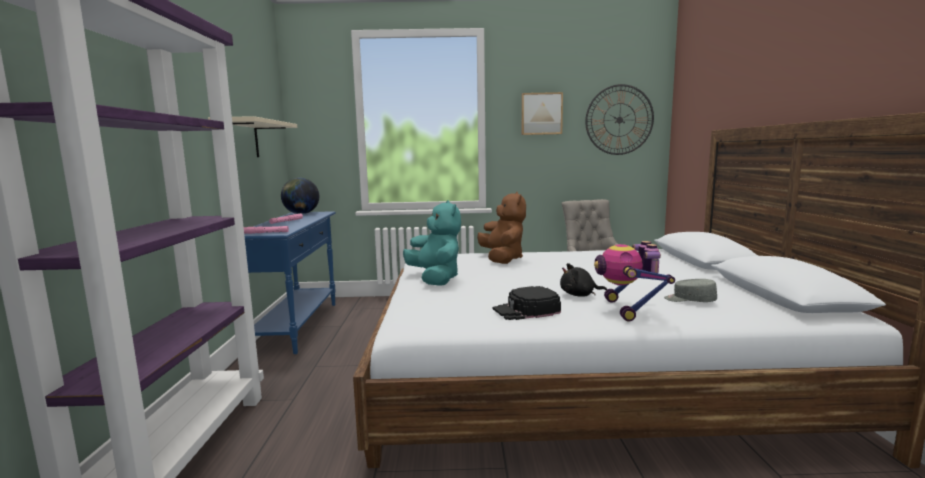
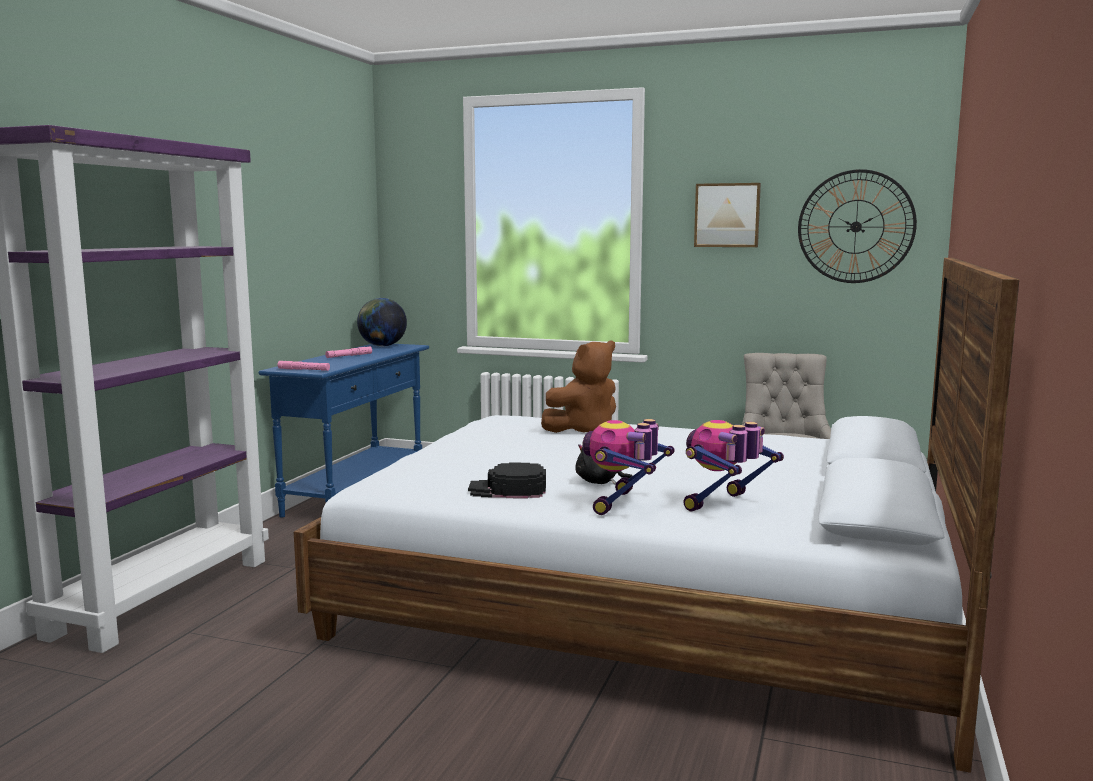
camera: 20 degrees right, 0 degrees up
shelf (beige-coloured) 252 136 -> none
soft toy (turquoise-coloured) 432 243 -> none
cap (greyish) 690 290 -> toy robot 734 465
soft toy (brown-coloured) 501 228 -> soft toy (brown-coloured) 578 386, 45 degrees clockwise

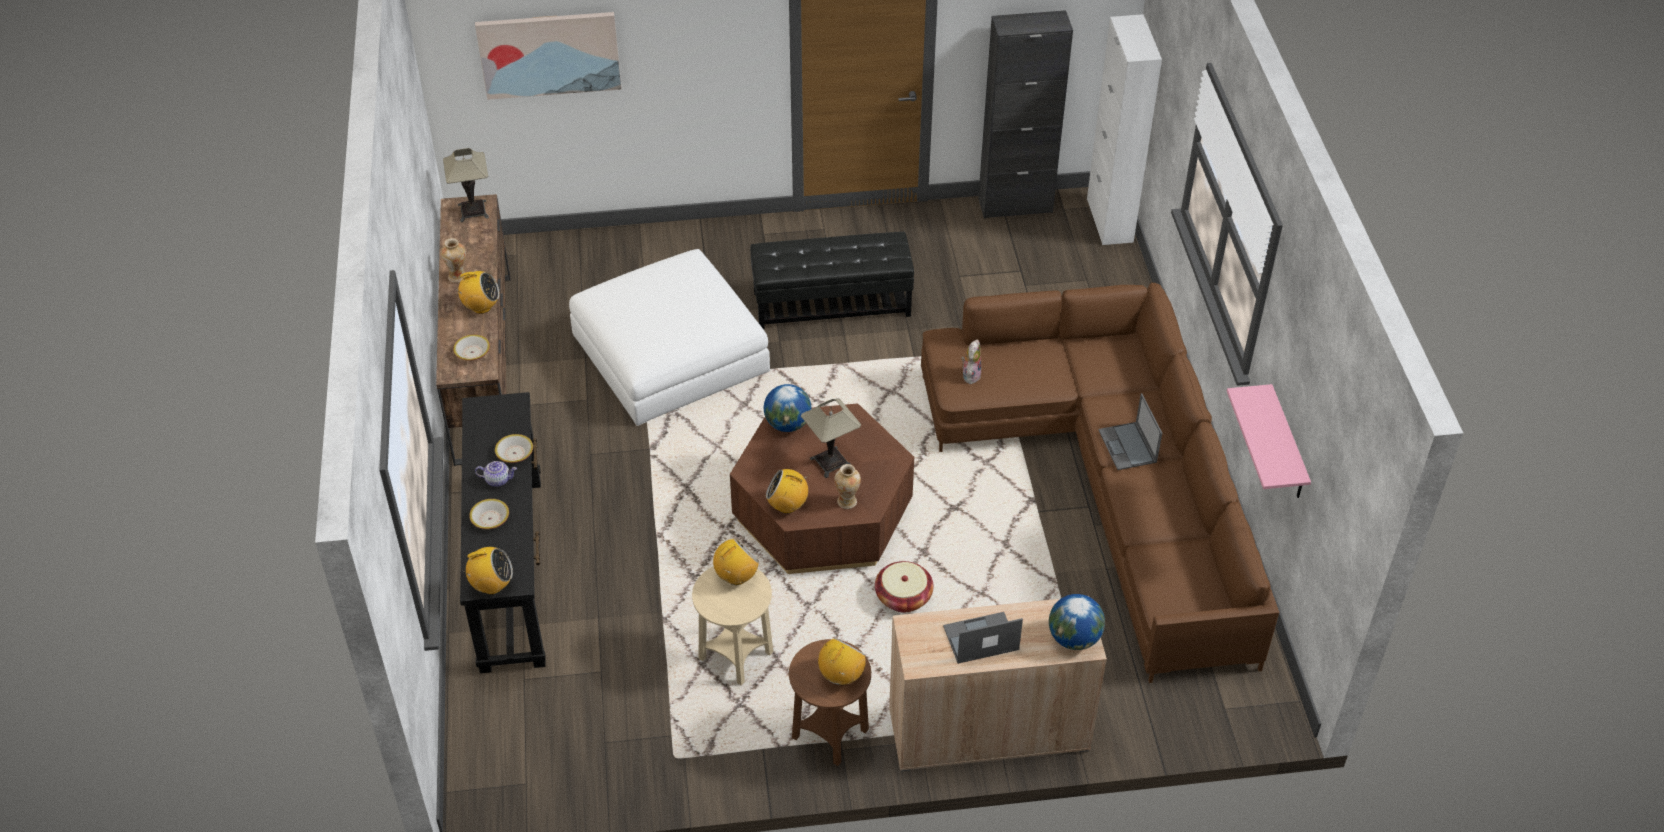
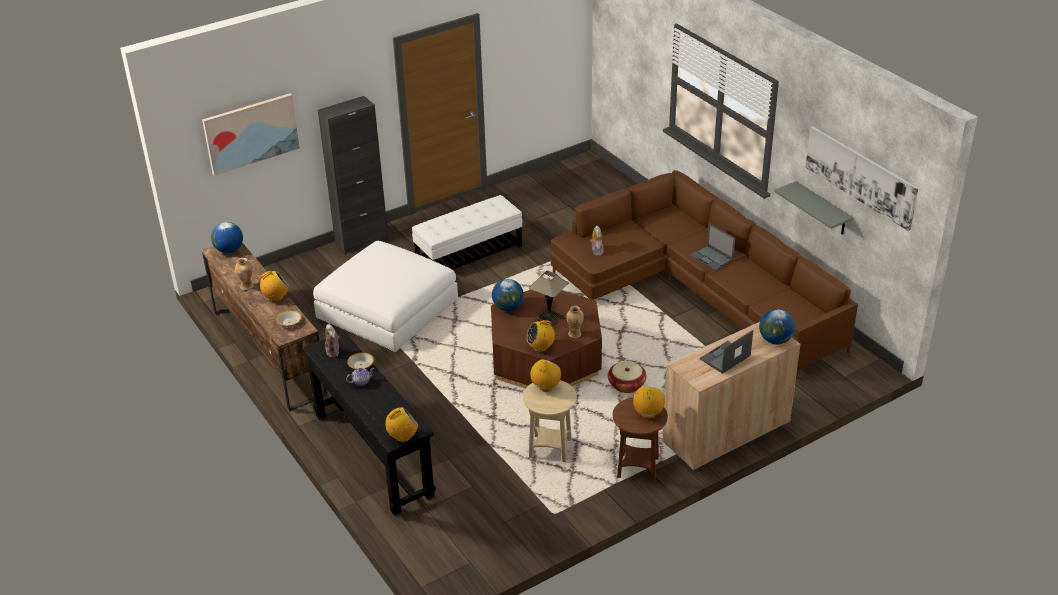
camera: 25 degrees left, 10 degrees down
deep dish 489 514 -> none
storage cabinet (white-coloured) 1124 129 -> none
none -> soft toy 332 340
none -> picture 861 178
storage cabinet (black) 1025 114 -> storage cabinet (black) 353 175, relocated
lamp for a table 466 185 -> desk globe 227 237
ottoman (black) 832 280 -> ottoman (white-coloured) 467 232
shelf (pinkish) 1269 441 -> shelf (greyish) 813 208

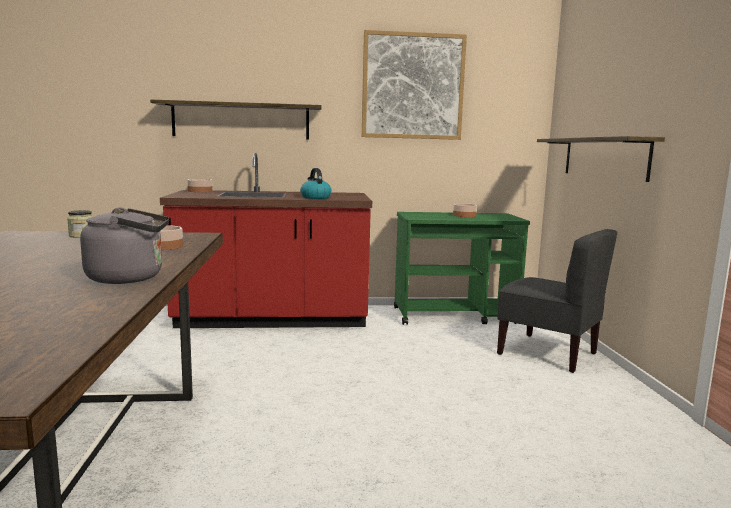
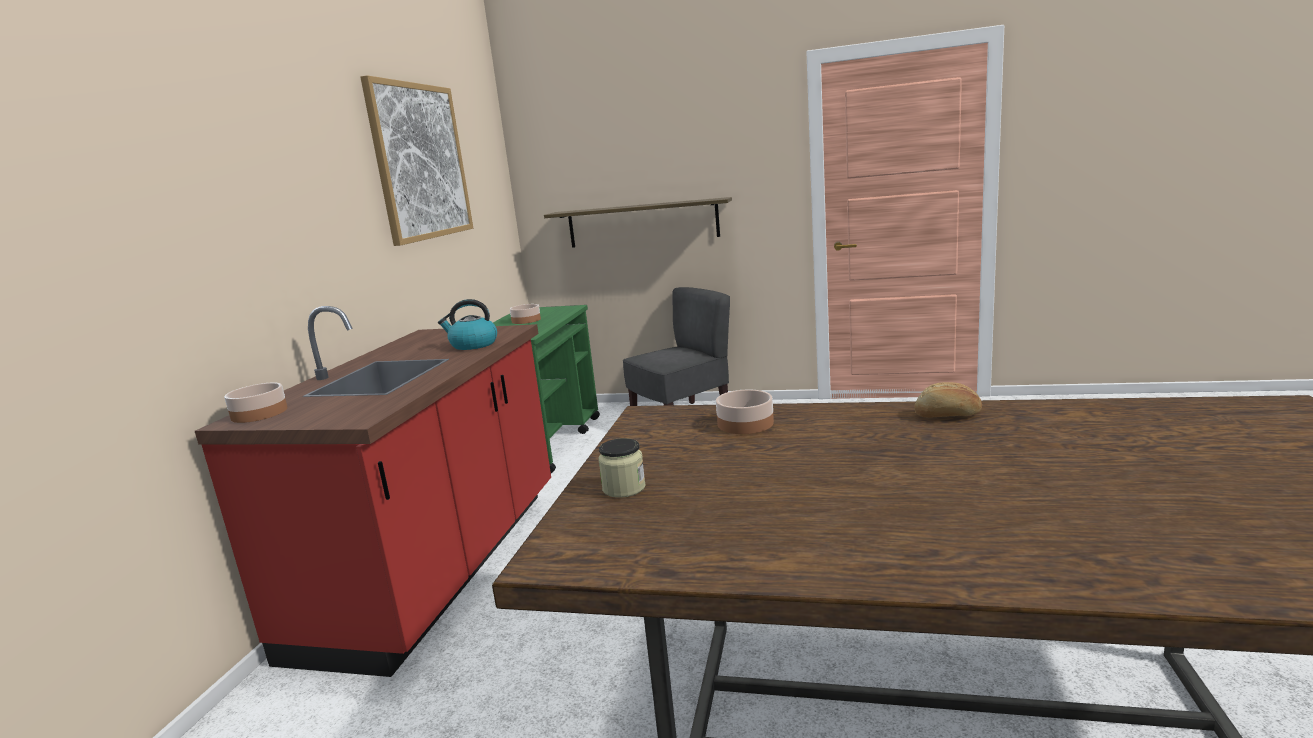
camera: 70 degrees left, 5 degrees up
shelf 236 119 -> none
kettle (greyish) 124 245 -> baked bread 948 400

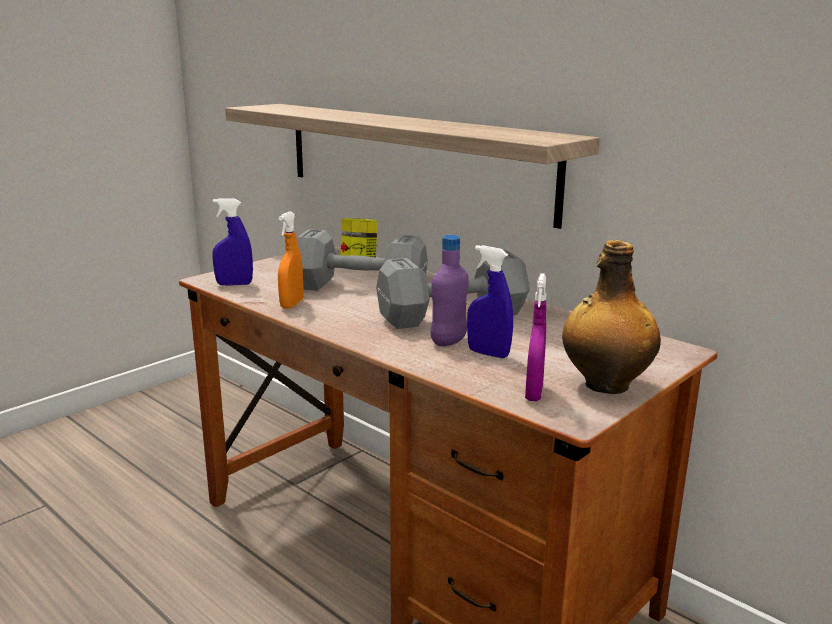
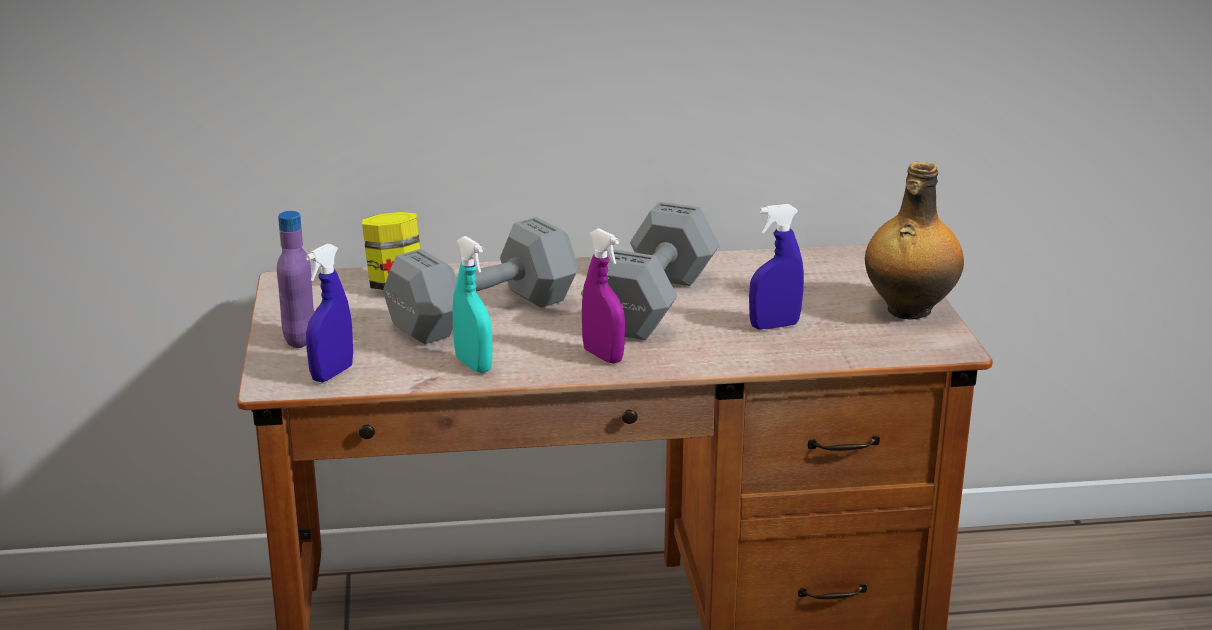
camera: 50 degrees left, 5 degrees up
shelf 412 166 -> none
beverage bottle (purple) 449 290 -> beverage bottle (purple) 295 279, relocated
sprayer (purple) 536 337 -> sprayer (purple) 603 296, relocated
sprayer (orangey) 291 260 -> sprayer (turquoise-coloured) 473 304

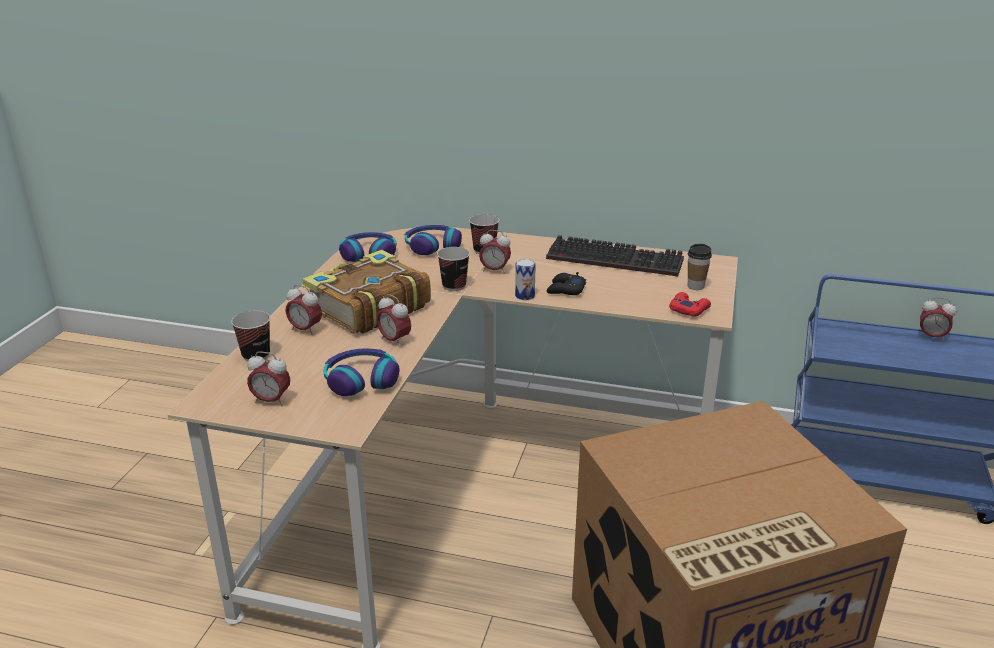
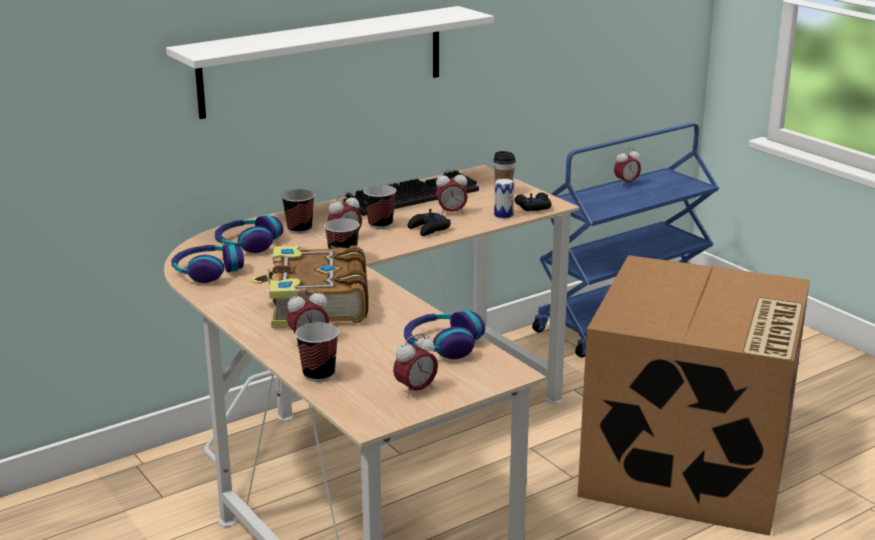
camera: 50 degrees left, 5 degrees down
none -> shelf (white-coloured) 330 62
none -> cup 379 207
alarm clock 393 320 -> alarm clock 452 192, relocated
sealed can 525 279 -> sealed can 504 198, relocated
joypad (red) 690 304 -> joypad (black) 533 202

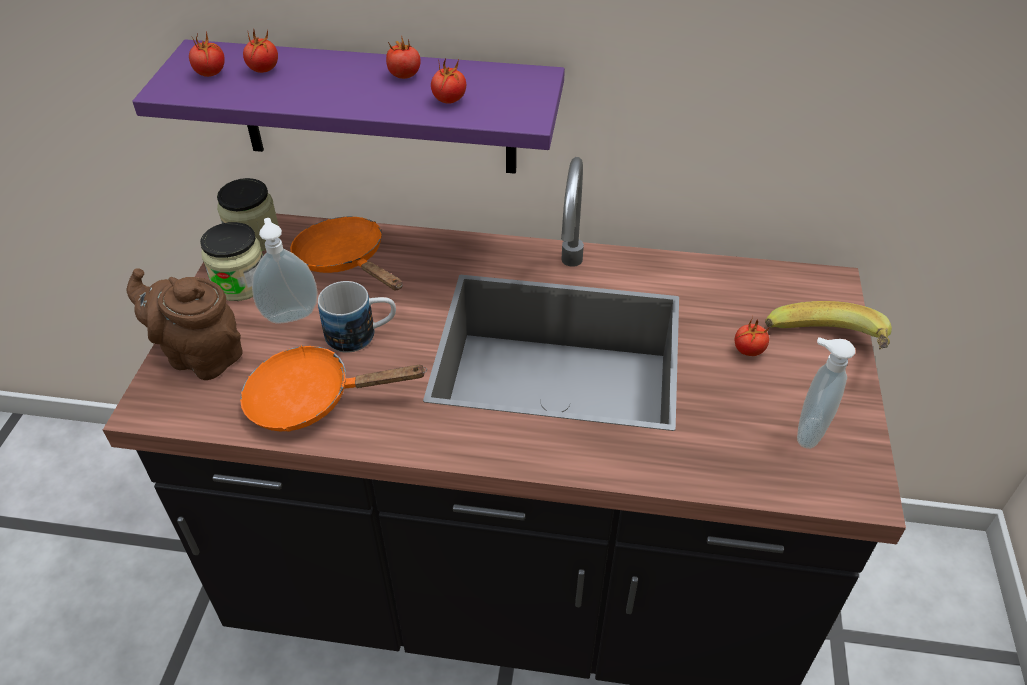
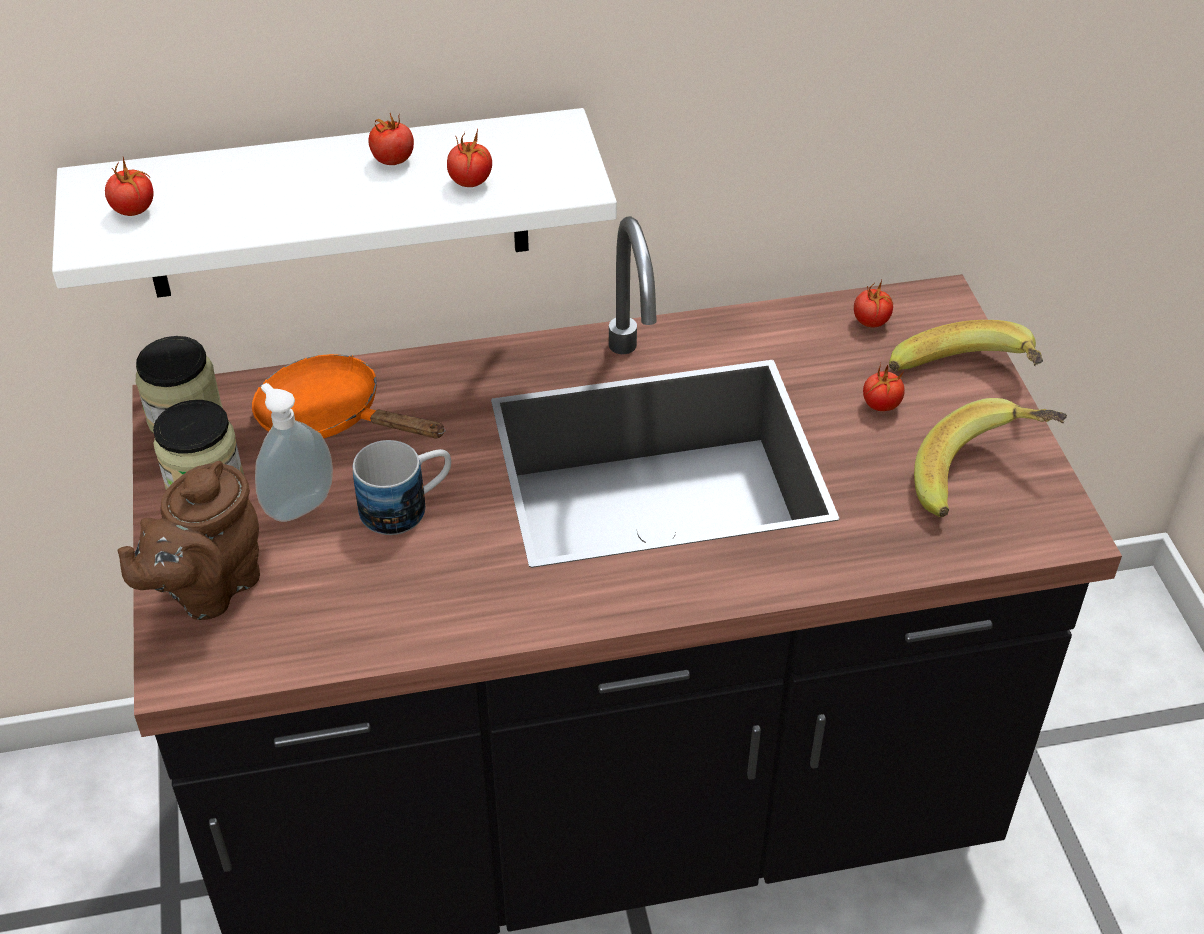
camera: 20 degrees left, 0 degrees up
pan (orangey) 333 388 -> none
whole tomato 260 51 -> whole tomato 873 303, relocated
liquid soap bottle 826 393 -> whole banana 990 457
shelf (purple) 348 106 -> shelf (white-coloured) 334 203
tea pot (brown-coloured) 184 324 -> tea pot (brown-coloured) 189 540, 60 degrees counterclockwise

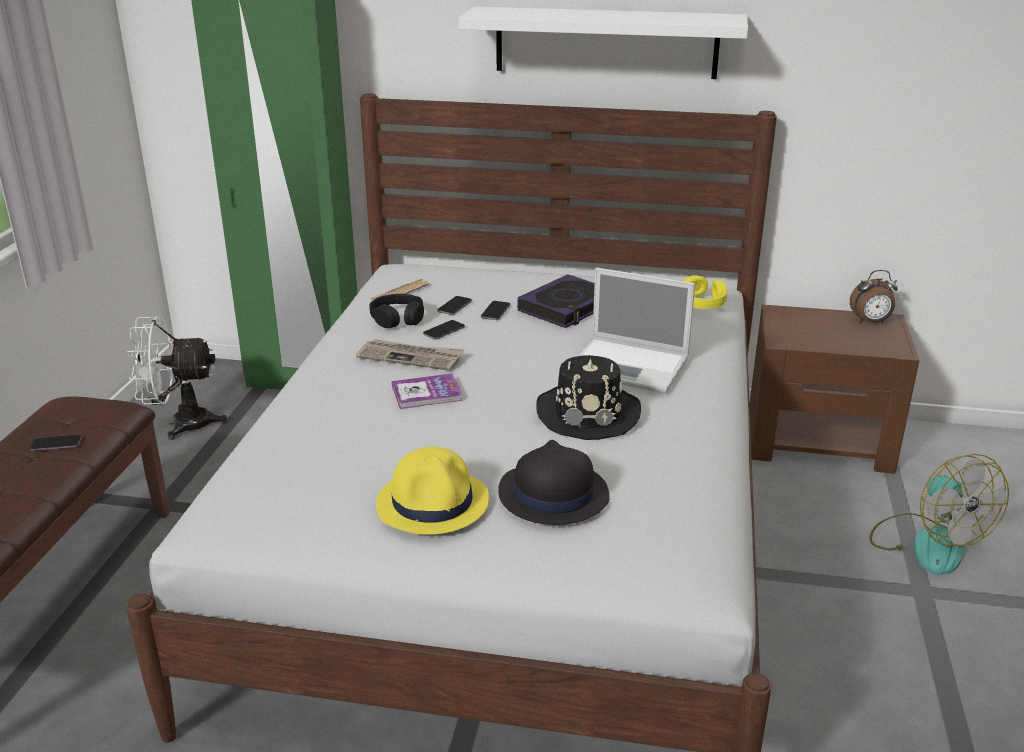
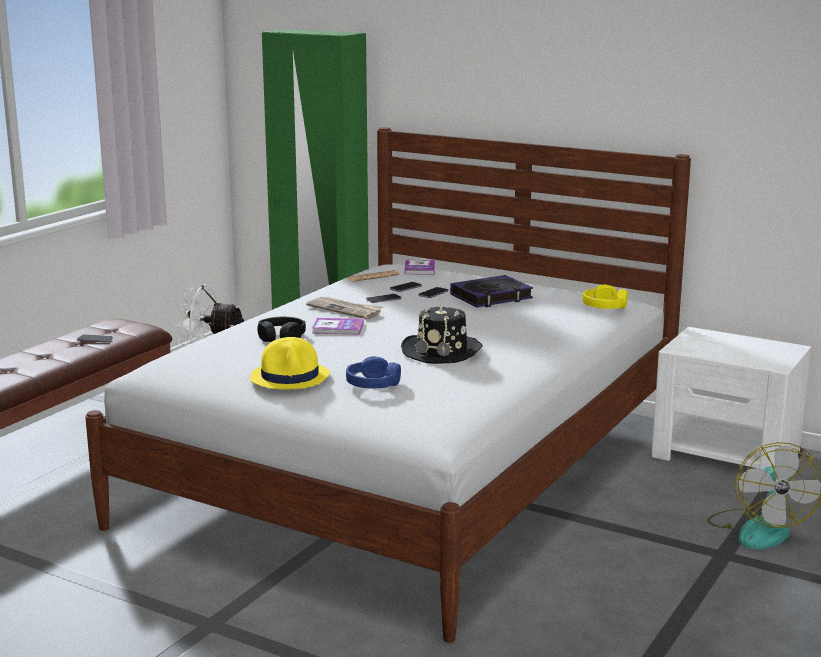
camera: 20 degrees right, 10 degrees down
shelf (white-coloured) 603 43 -> none
notebook computer 636 330 -> none
alarm clock 874 296 -> none
none -> book 419 267
pair of headphones (black) 397 311 -> pair of headphones (black) 281 329, relocated
clothing hat (black) 554 482 -> pair of headphones (bluish) 373 372
night table (brown-coloured) 834 389 -> night table (white-coloured) 731 398

